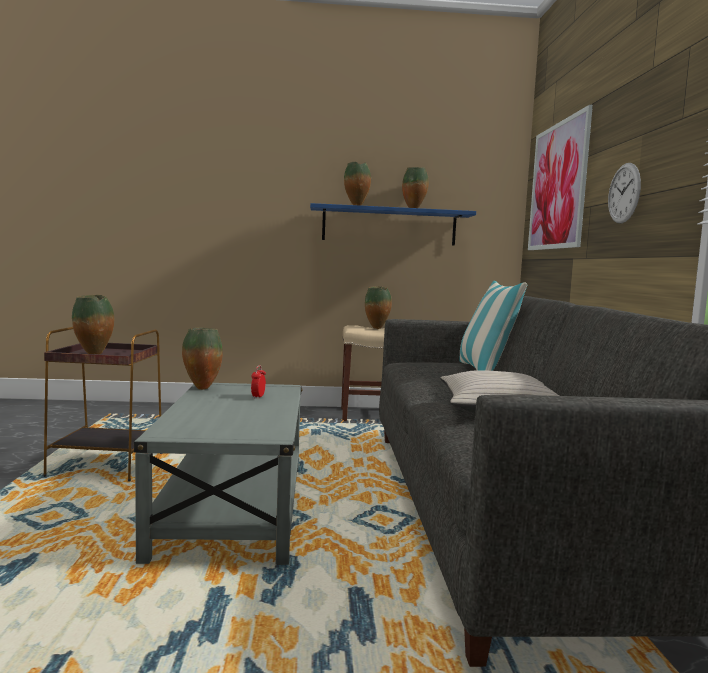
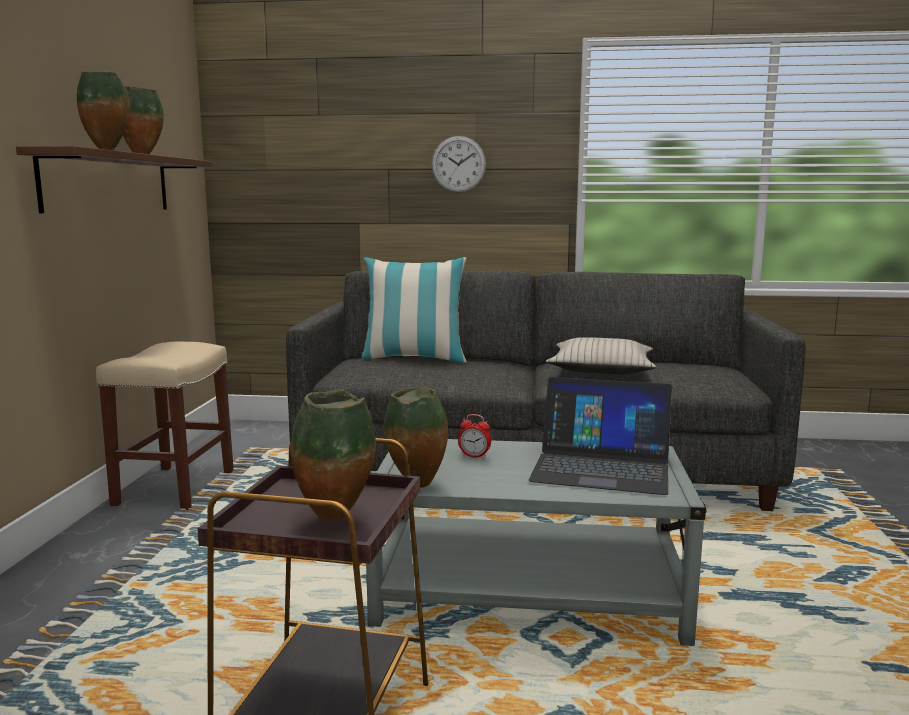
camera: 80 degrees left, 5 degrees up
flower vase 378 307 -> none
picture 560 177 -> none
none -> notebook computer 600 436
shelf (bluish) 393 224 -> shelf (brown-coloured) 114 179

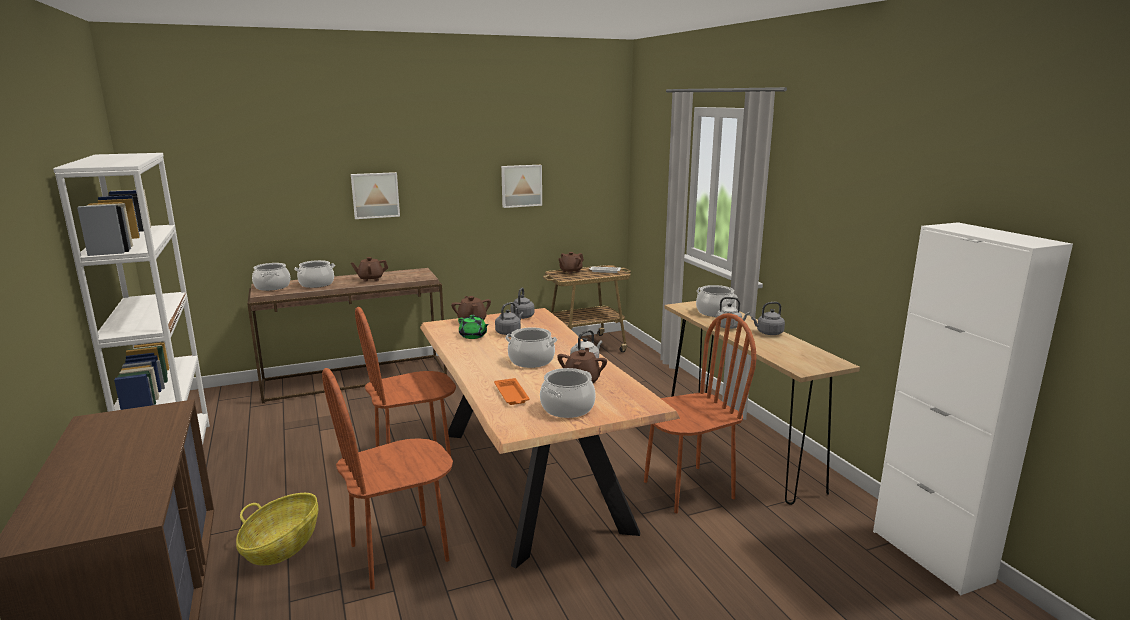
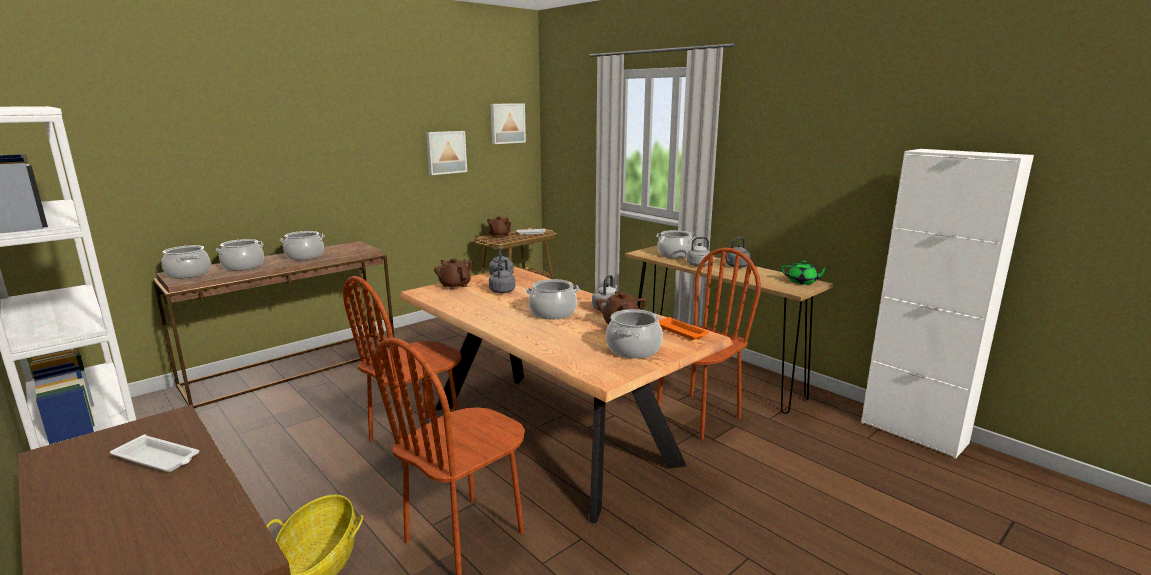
camera: 20 degrees left, 0 degrees up
none -> serving tray (white-coloured) 154 453
picture 375 195 -> picture 508 123, relocated
tea pot (green) 473 327 -> tea pot (green) 804 273, relocated
serving tray (orangey) 512 391 -> serving tray (orangey) 683 328, relocated
tea pot (brown-coloured) 369 269 -> stockpot 302 245

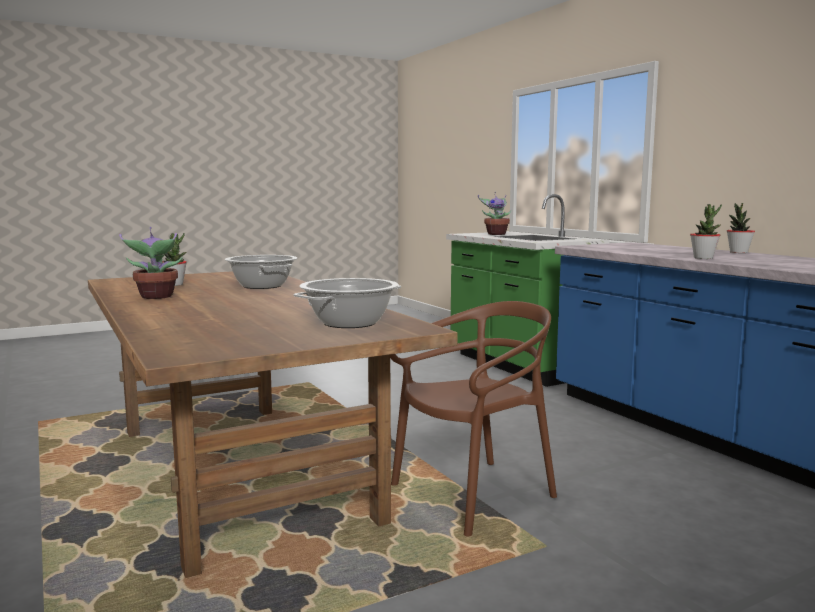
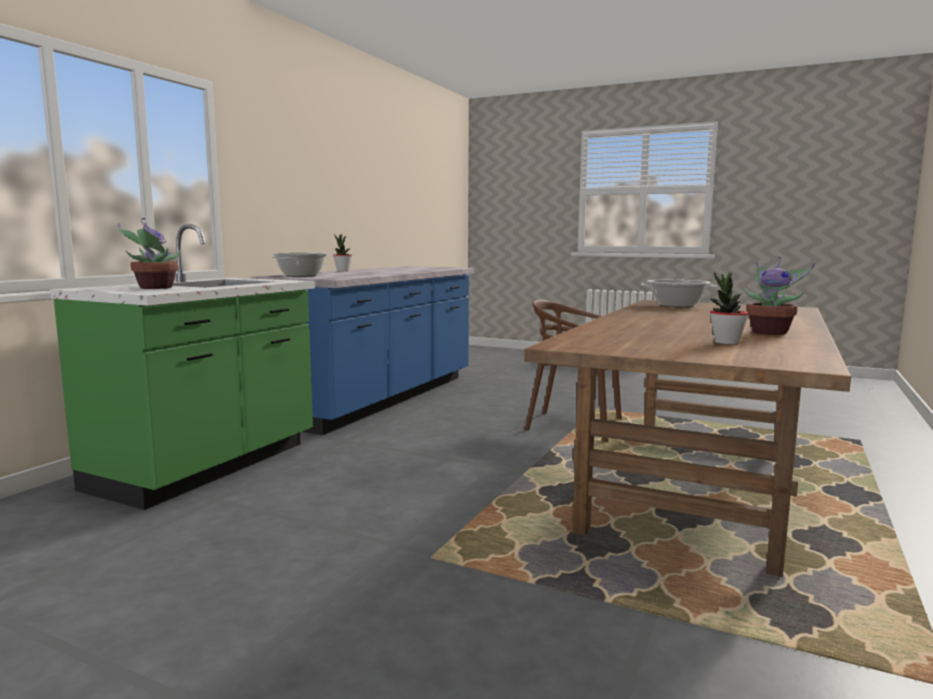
camera: 125 degrees left, 0 degrees up
plant in a pot 706 231 -> none
stockpot 261 272 -> stockpot 300 265, relocated

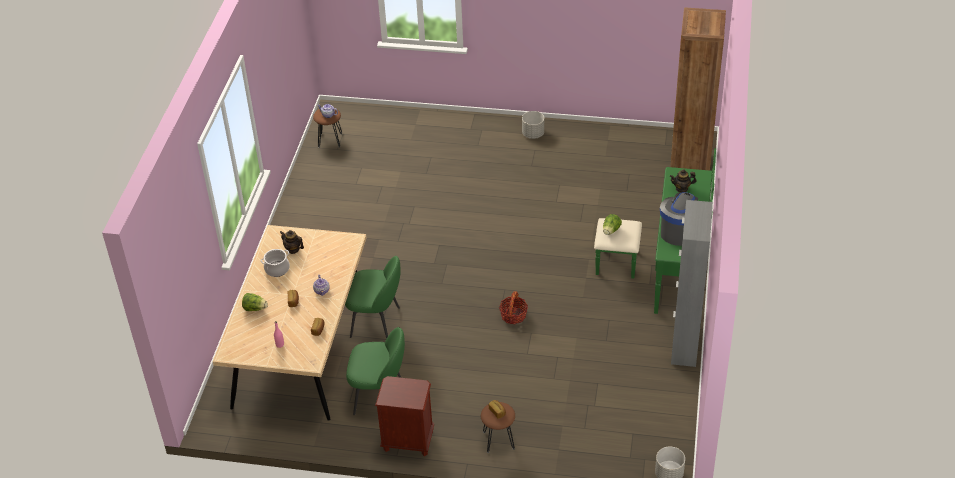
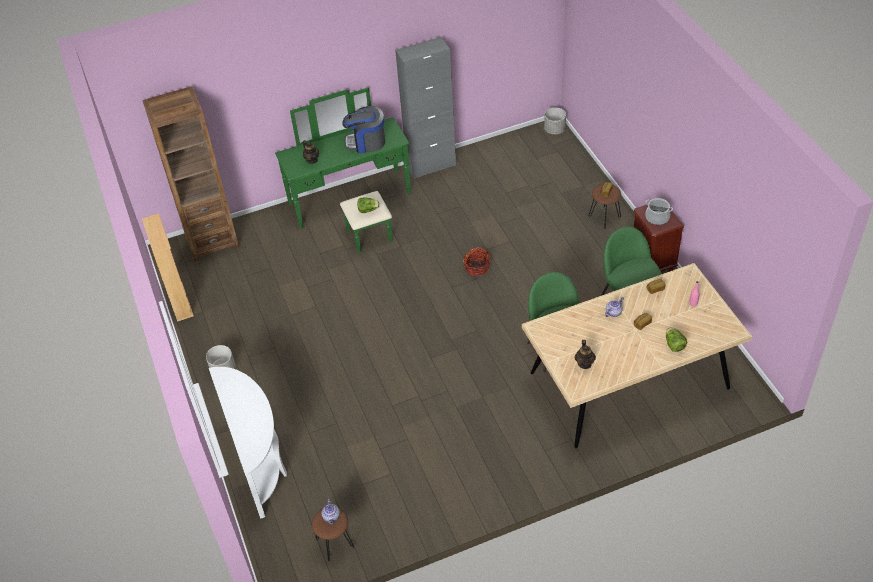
camera: 120 degrees left, 5 degrees up
none -> bookcase (beige-coloured) 168 267
none -> narrow table (white-coloured) 248 443
stockpot 275 263 -> stockpot 659 211, relocated

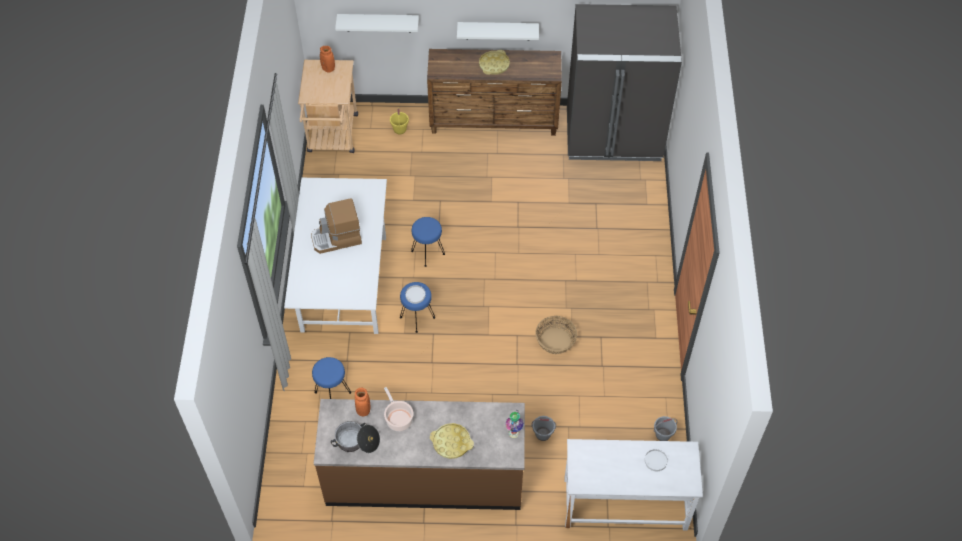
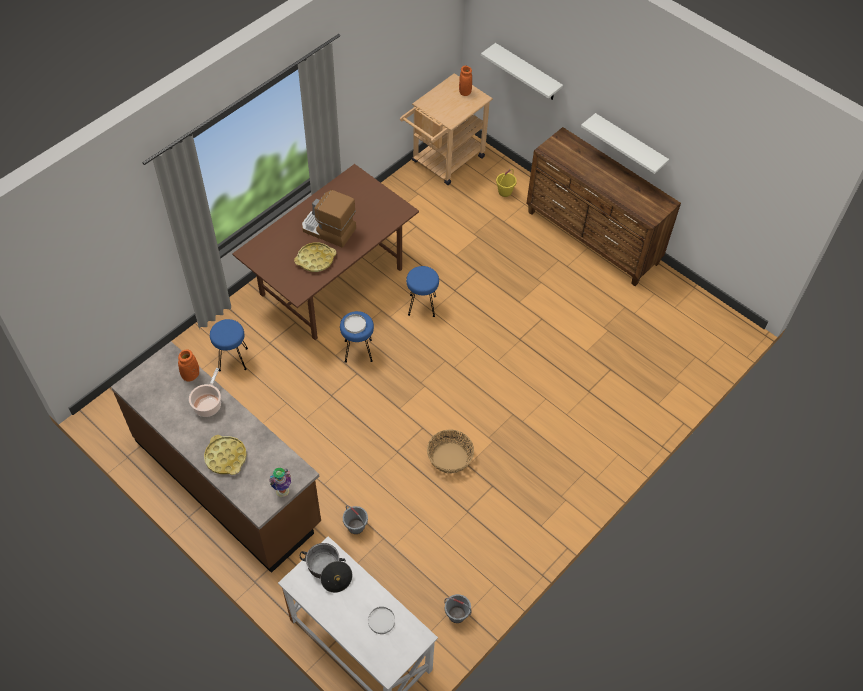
camera: 40 degrees right, 0 degrees up
fridge (greyish) 624 82 -> none
stockpot 355 437 -> stockpot 326 568, relocated
serving tray (yellow) 494 62 -> serving tray (yellow) 315 257, relocated
dinner table (white-coloured) 335 256 -> dinner table (brown-coloured) 325 252

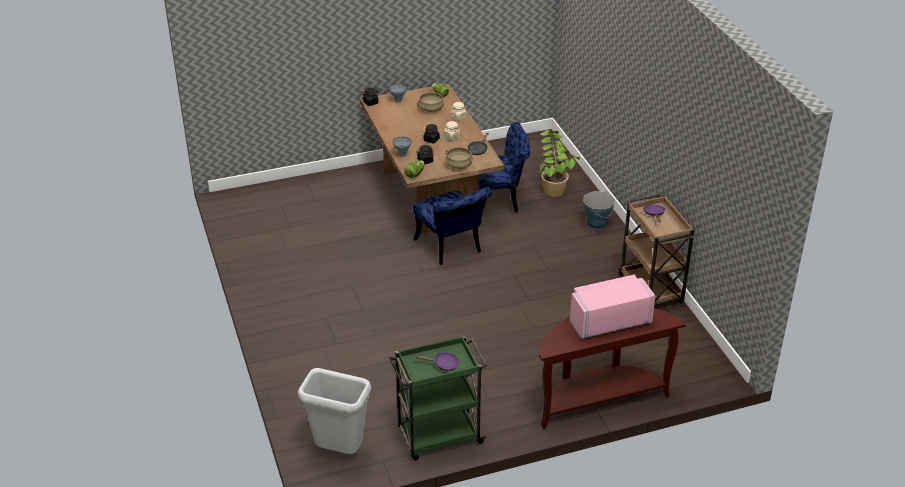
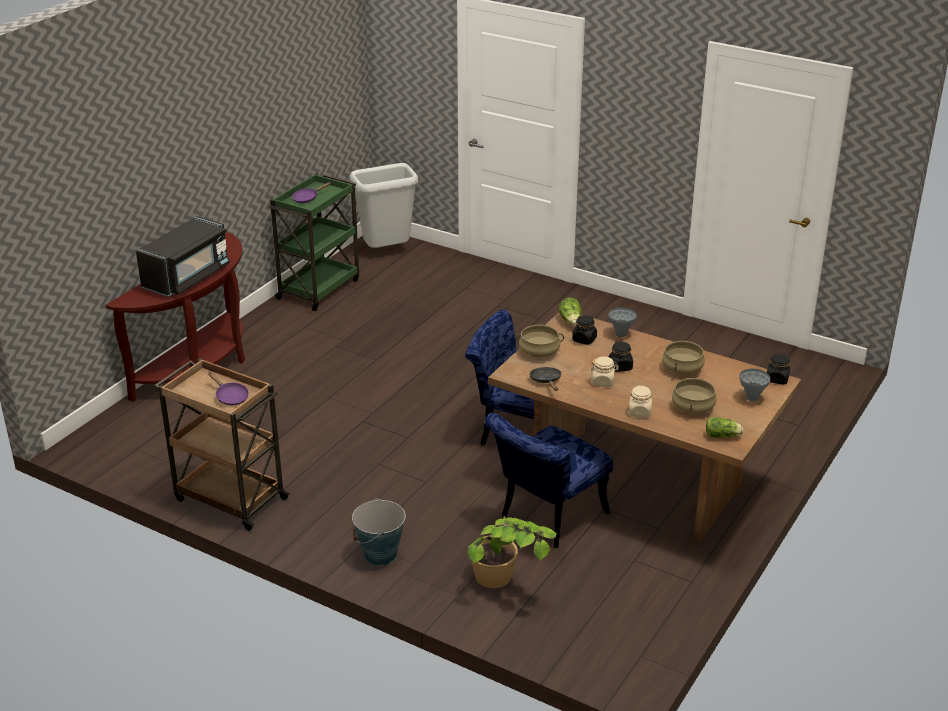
camera: 140 degrees right, 5 degrees down
none -> stockpot (beige-coloured) 683 357
kitchen microwave (pinkish) 612 307 -> kitchen microwave (black) 183 256

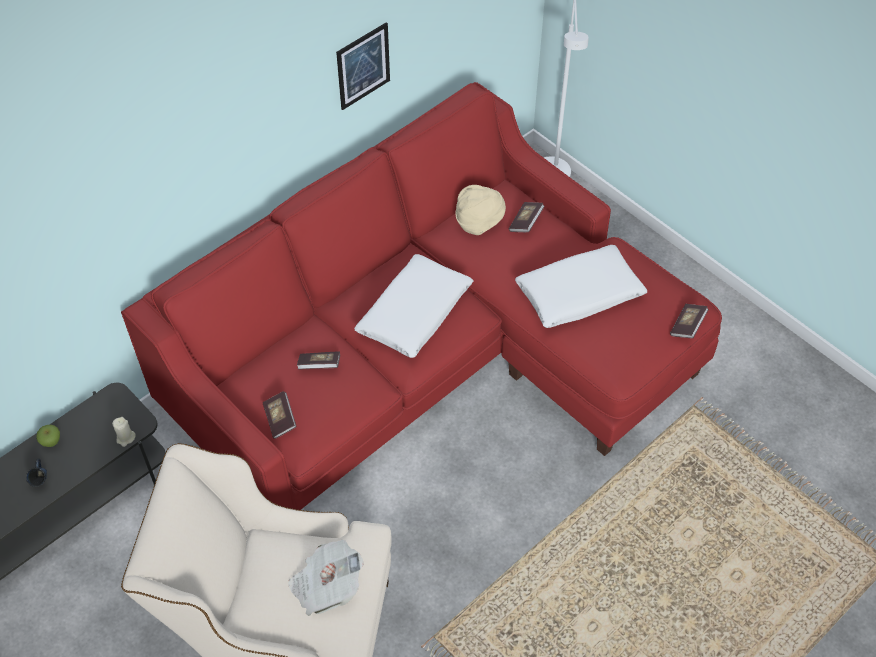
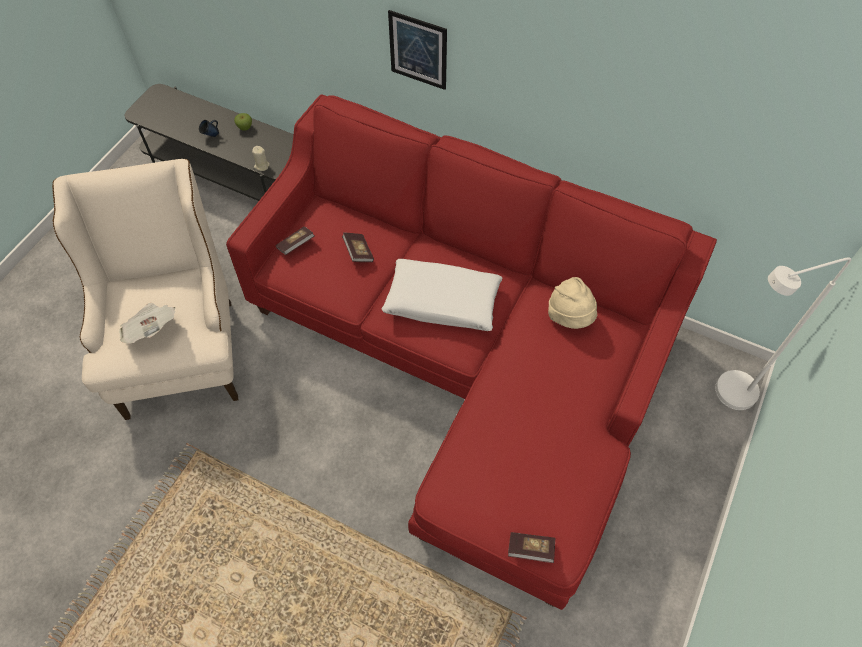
camera: 70 degrees right, 5 degrees up
book 527 217 -> none
throw pillow (white-coloured) 581 286 -> none
picture 363 66 -> picture 417 50, relocated

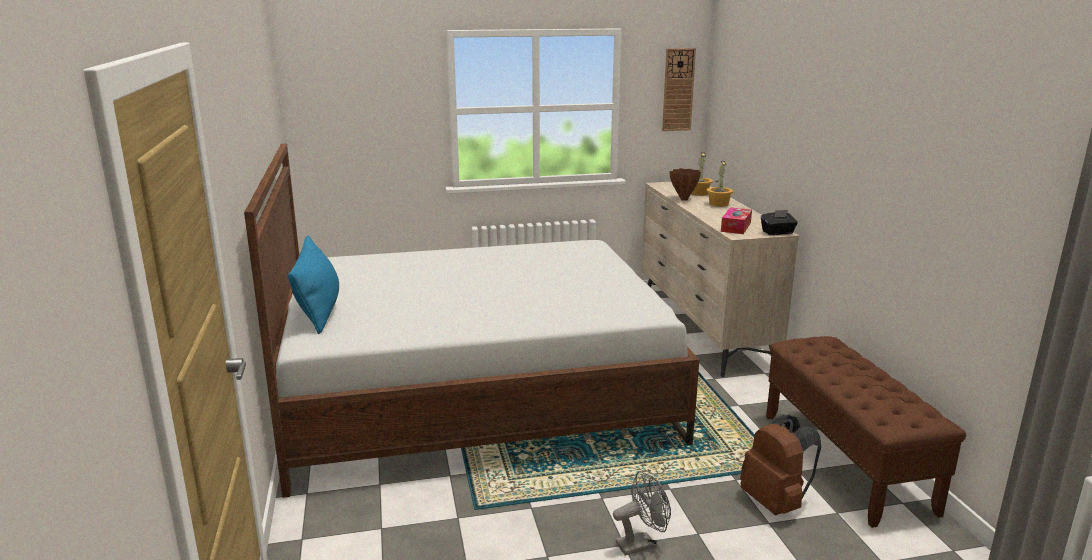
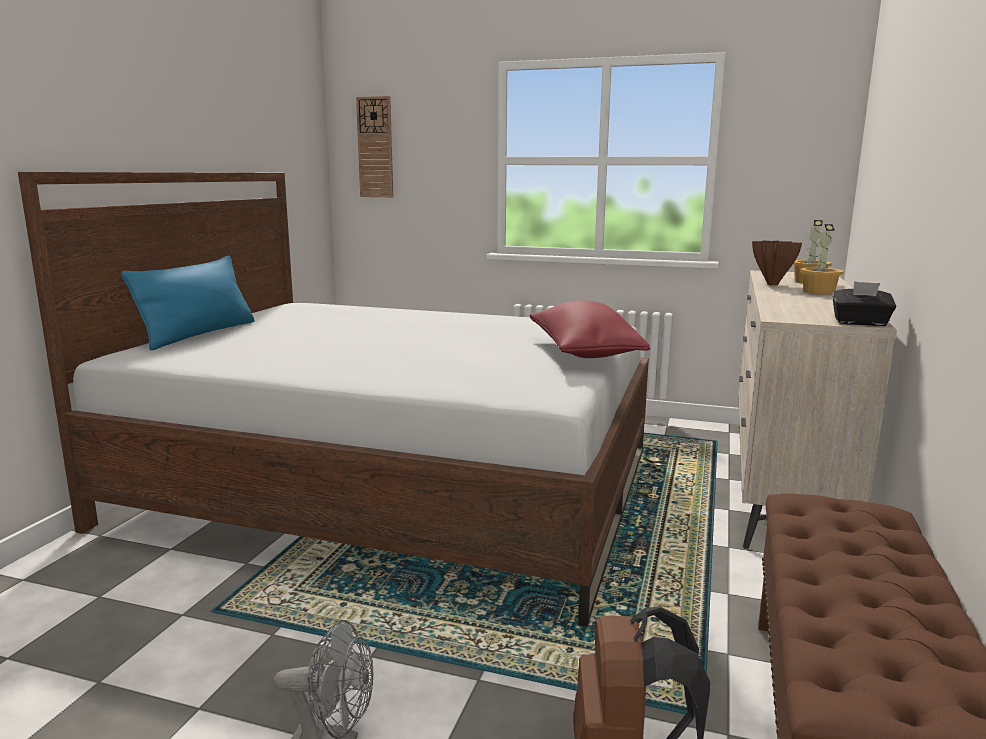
camera: 30 degrees right, 5 degrees down
tissue holder 736 220 -> none
none -> throw pillow (red) 589 329
clock on the wall 679 89 -> clock on the wall 374 146, relocated

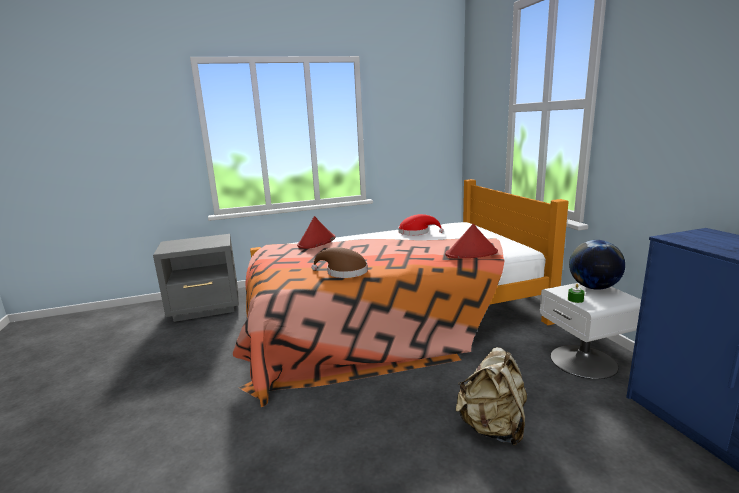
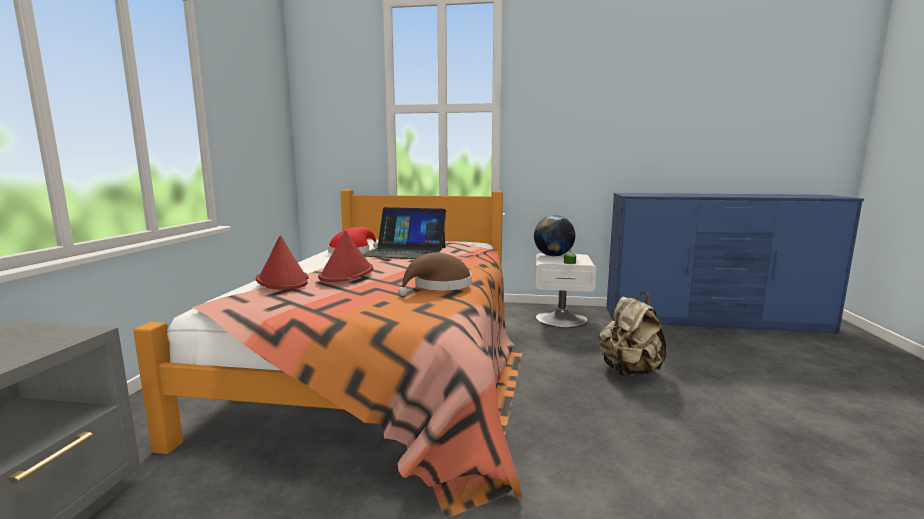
camera: 65 degrees left, 5 degrees down
none -> notebook computer 404 233
clothing hat (red) 471 241 -> clothing hat (red) 345 256, relocated

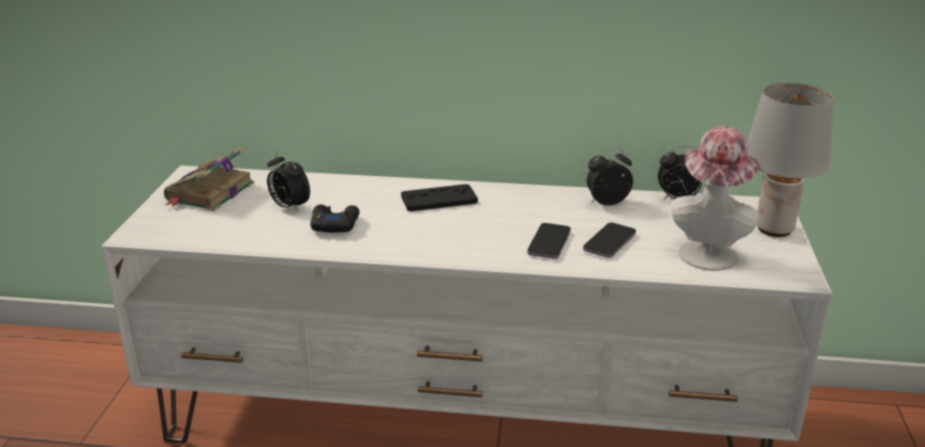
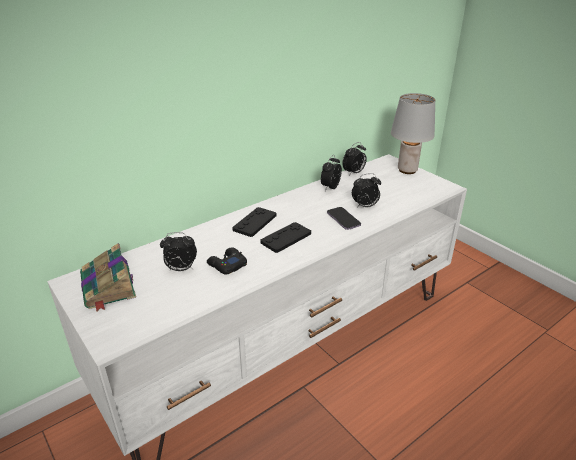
camera: 45 degrees left, 5 degrees up
clothing hat 715 198 -> none
none -> joypad (black) 285 237
telephone 609 240 -> alarm clock 366 190

